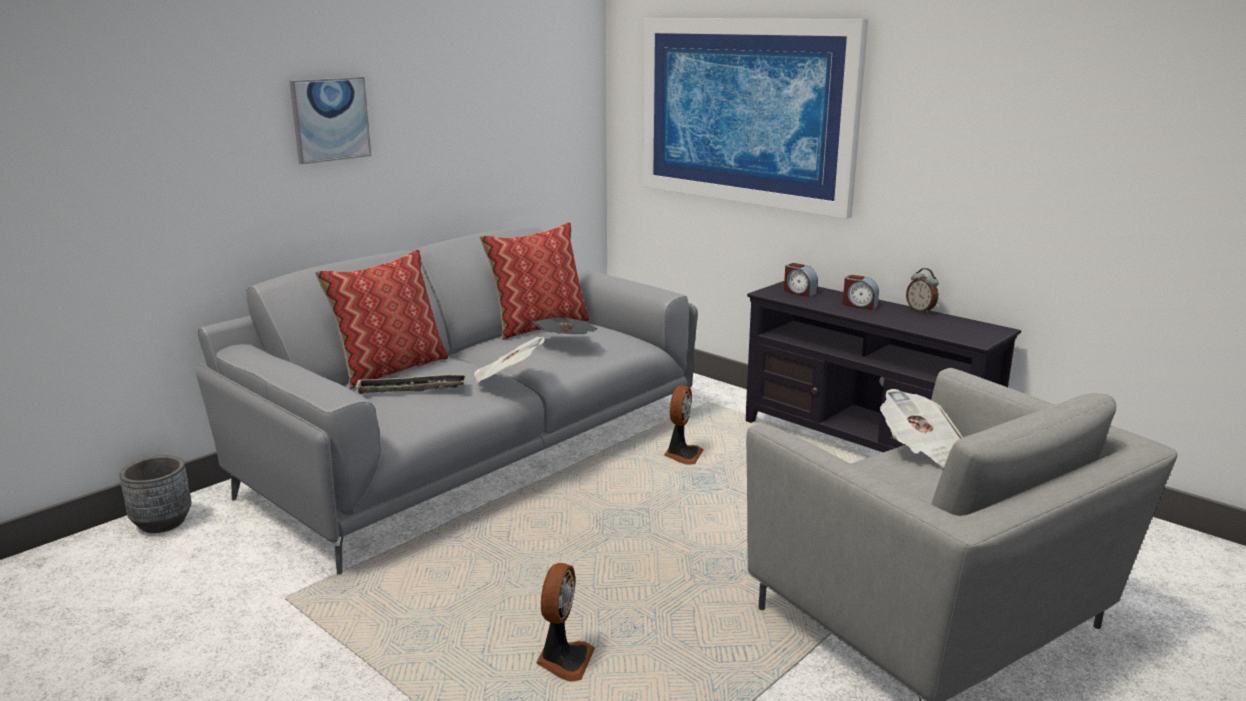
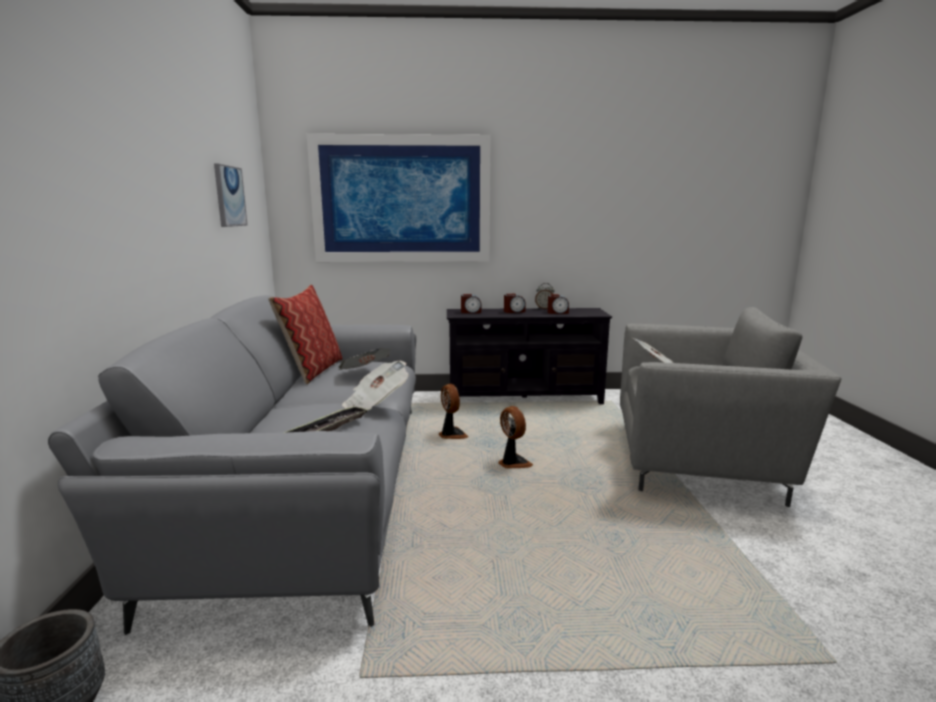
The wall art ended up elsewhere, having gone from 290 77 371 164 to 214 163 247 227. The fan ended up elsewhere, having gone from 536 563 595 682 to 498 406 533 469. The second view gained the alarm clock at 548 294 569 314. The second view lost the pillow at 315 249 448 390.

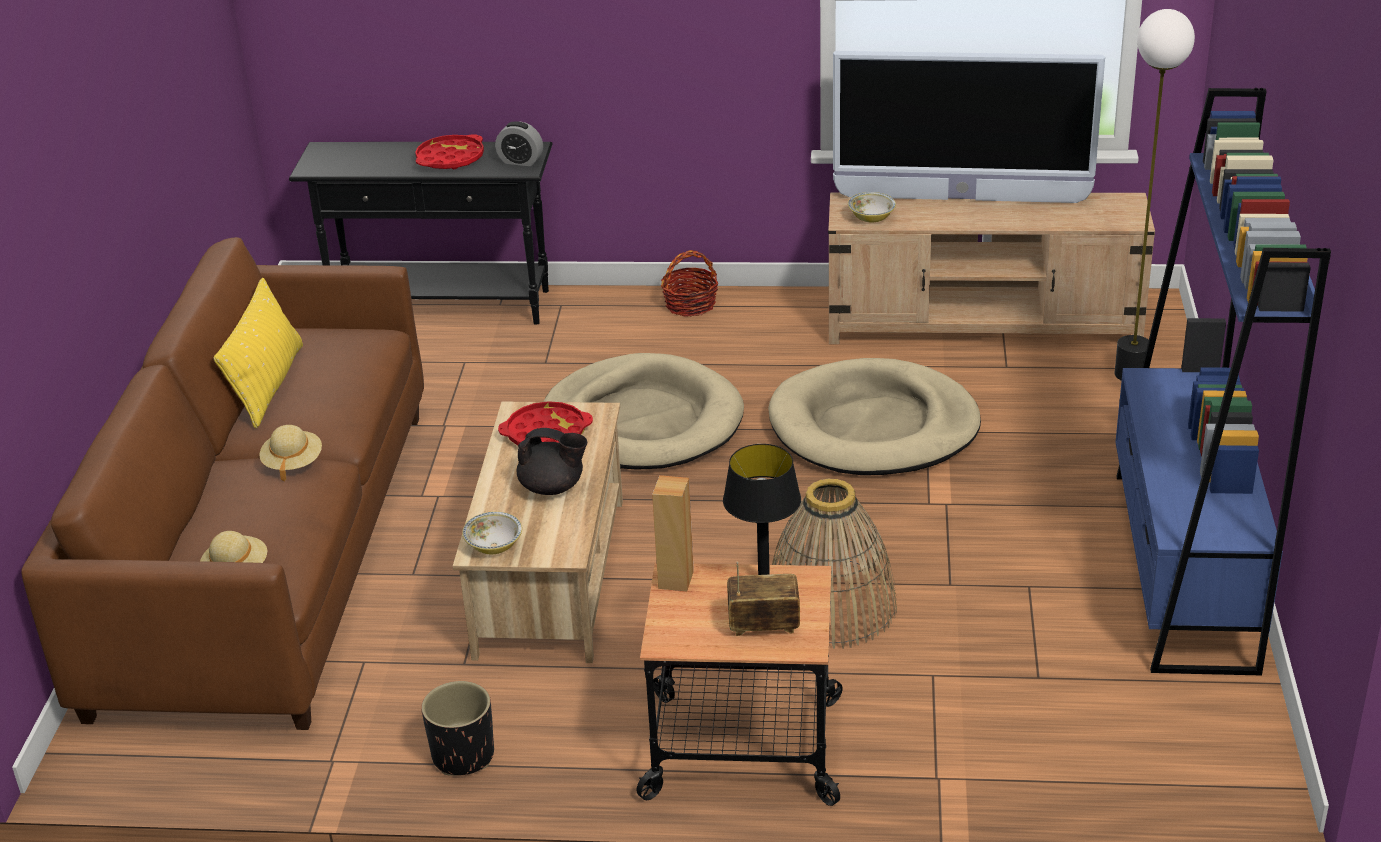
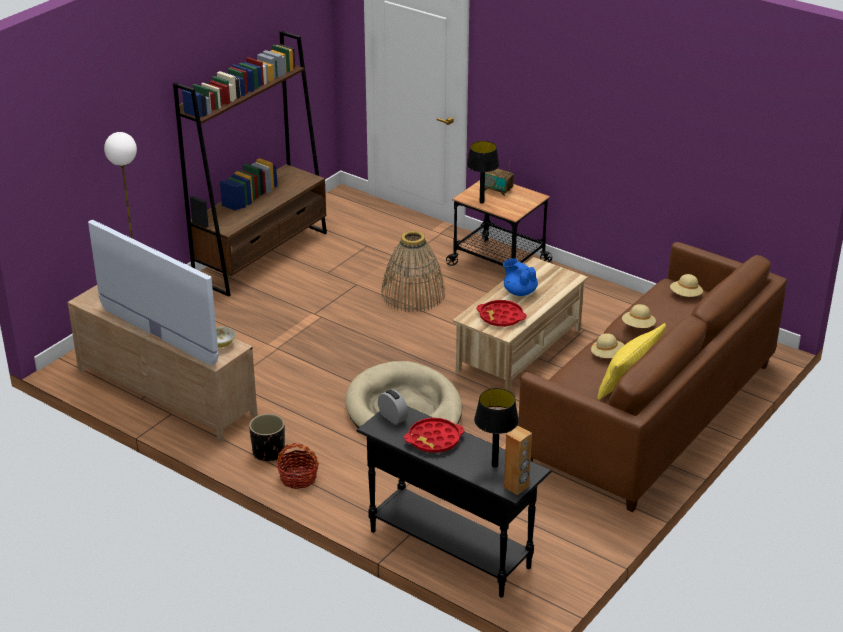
What was the blue bookcase at 1115 88 1331 676 turned into the brown bookcase at 173 31 327 297. The blackish plant pot ended up elsewhere, having gone from 421 681 494 776 to 249 414 285 462. The second view gained the blackish table lamp at 474 388 519 468. What was the blackish tea pot at 517 428 587 495 turned into the blue tea pot at 503 259 538 296. The brown loudspeaker ended up elsewhere, having gone from 652 475 694 592 to 504 426 532 495. The second view gained the beige-coloured hat at 591 333 624 358. The second view lost the bowl at 462 511 522 554. The second view lost the beige-coloured dog bed at 768 358 981 475.

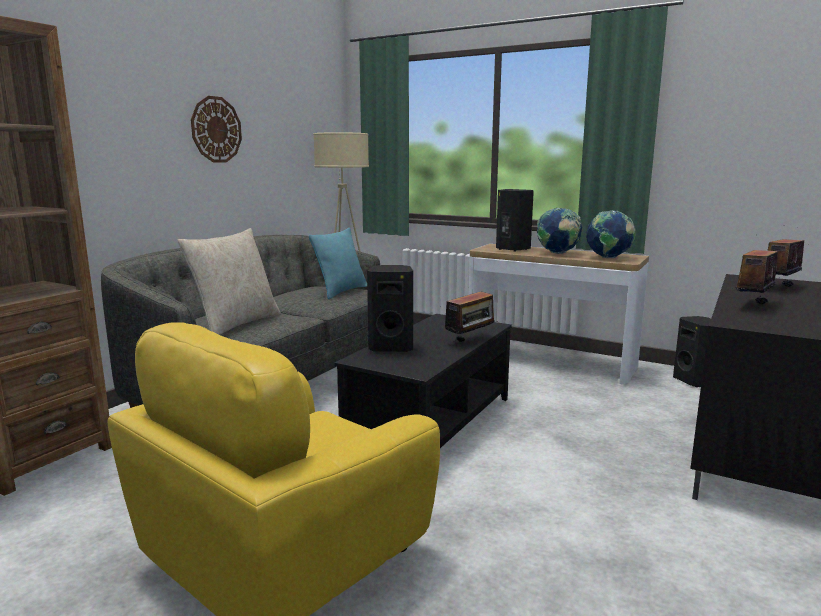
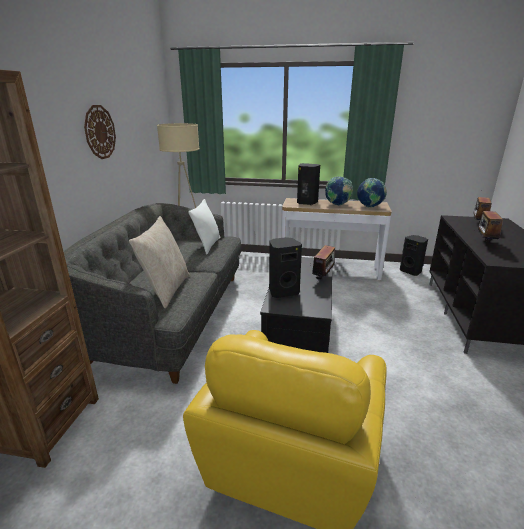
What was the turquoise-coloured pillow at 309 228 367 299 turned into the white-coloured pillow at 188 199 221 254.

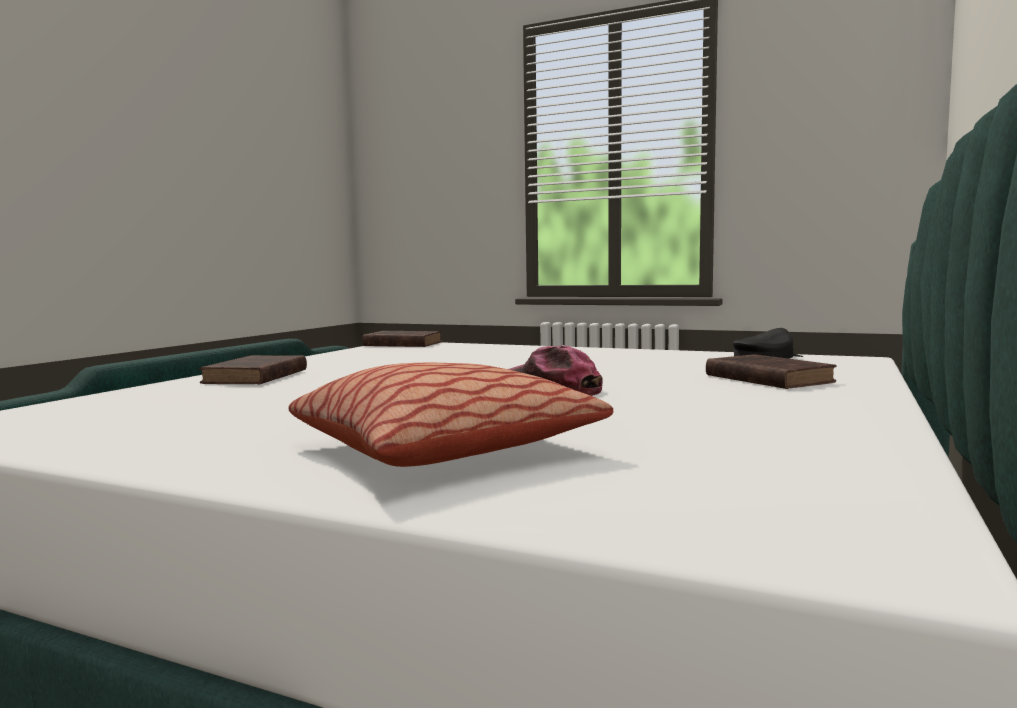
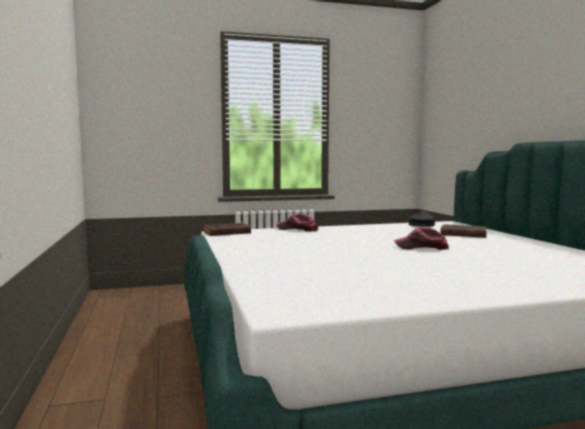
The second view gained the baseball cap at 277 213 318 231. The second view lost the brown volume at 199 355 307 384. The second view lost the pillow at 289 363 613 467.

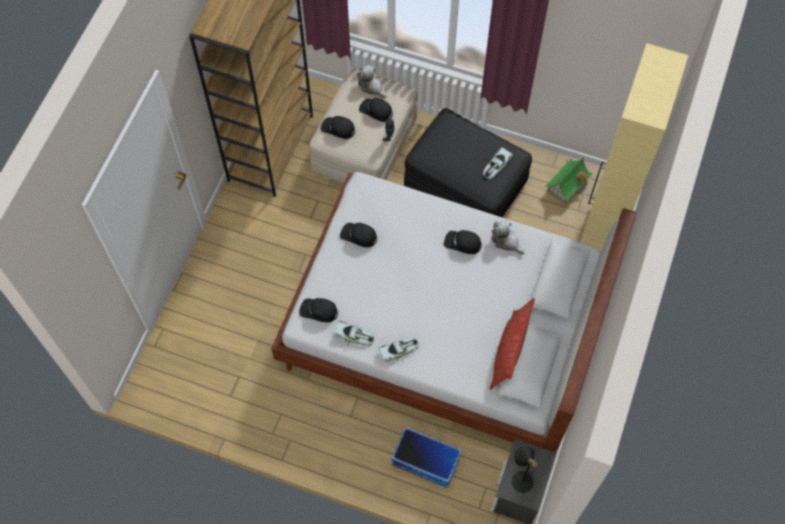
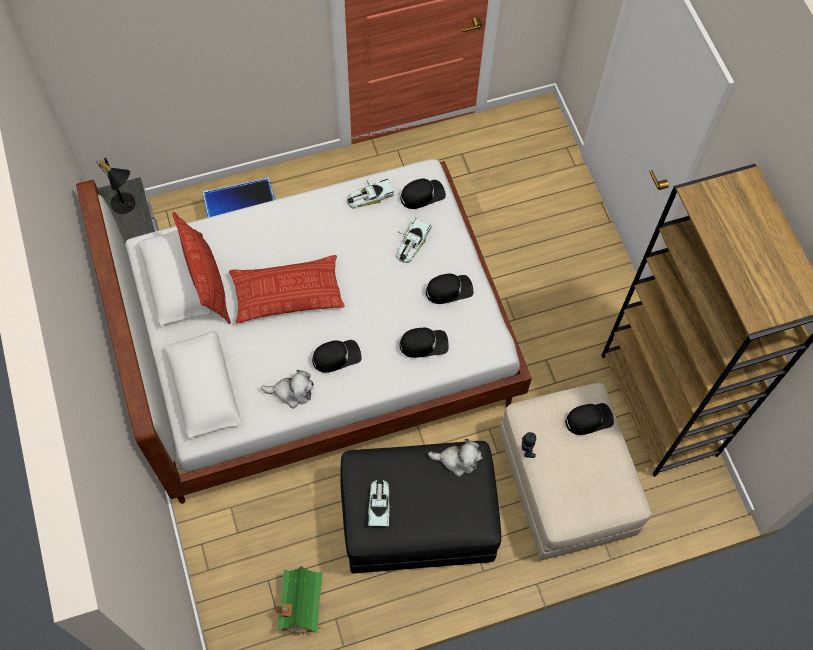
The second view gained the pillow at 229 255 345 323. The miniature car ended up elsewhere, having gone from 379 337 418 362 to 396 218 432 263. The blackish baseball cap ended up elsewhere, having gone from 359 98 393 122 to 400 328 449 358. The plush toy ended up elsewhere, having gone from 357 65 387 99 to 428 439 483 477. The second view lost the beige-coloured cabinet at 580 43 689 251.

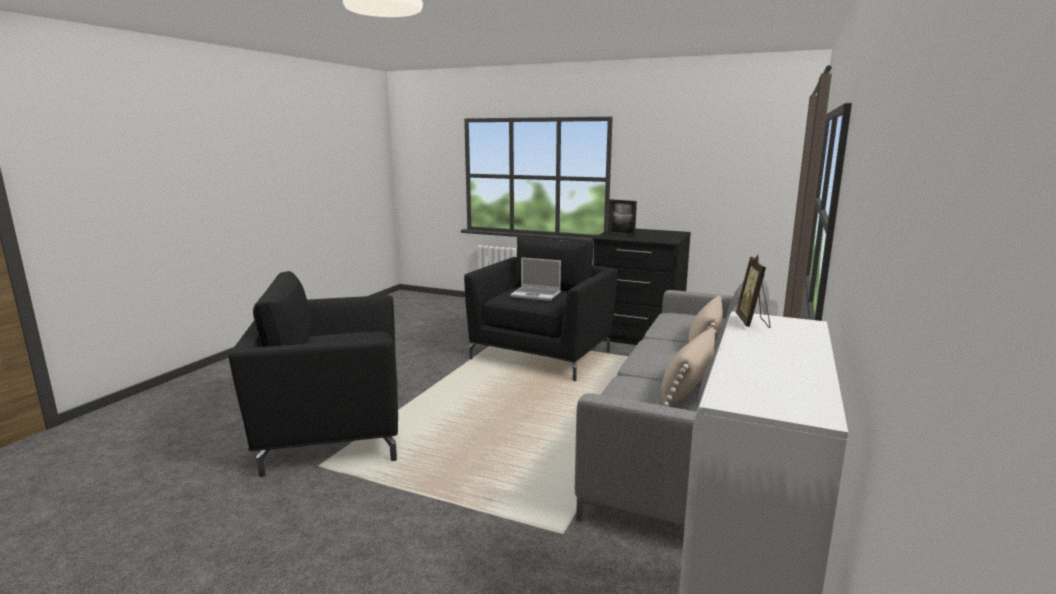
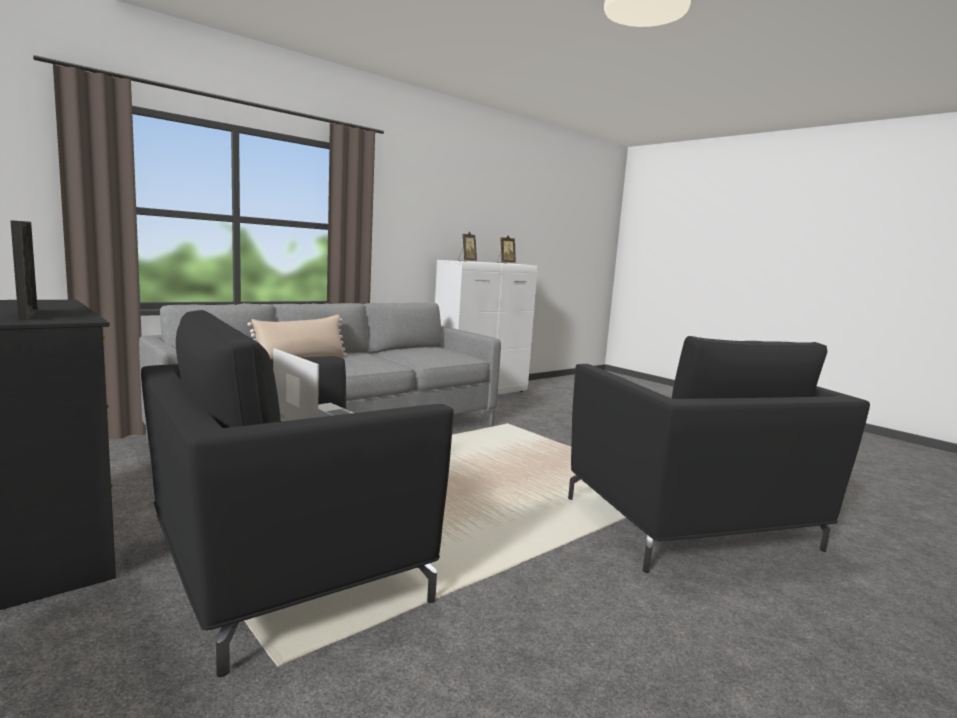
The second view gained the standing frame at 497 236 516 263. The blackish easy chair at 228 271 398 477 ended up facing another way, 60 degrees clockwise from before. The second view lost the beige-coloured pillow at 661 327 716 407.

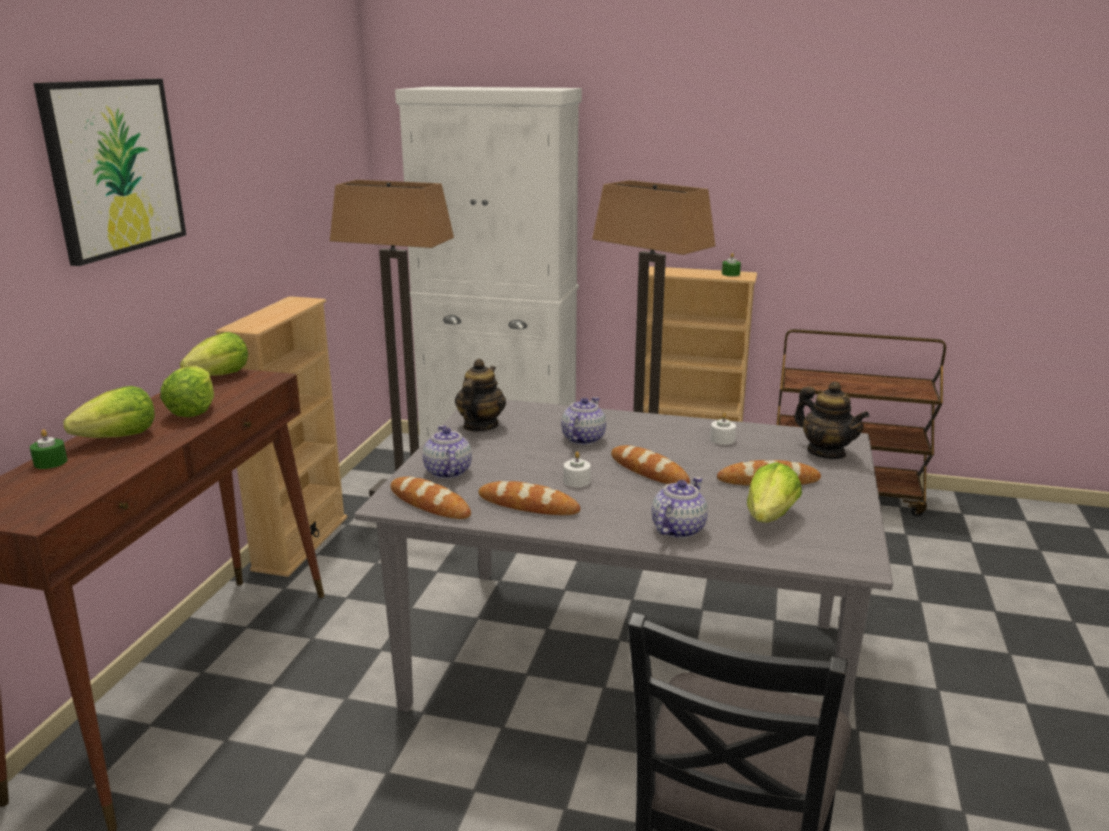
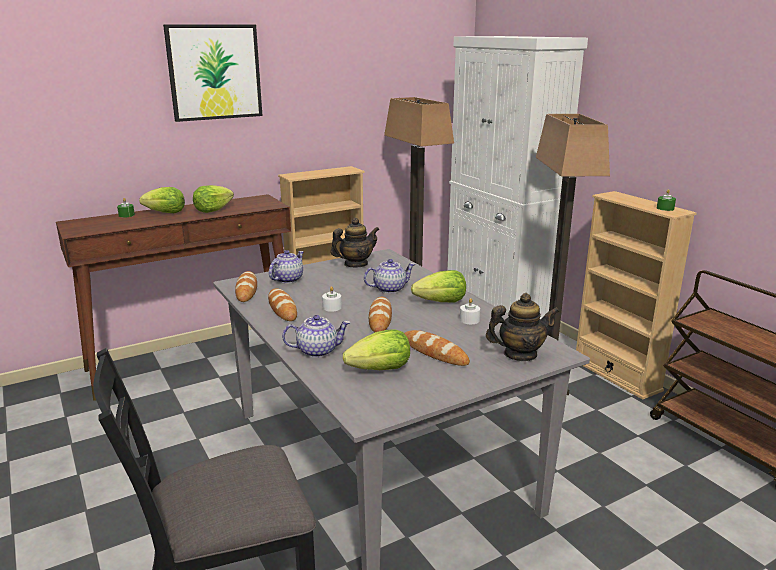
The lettuce ended up elsewhere, having gone from 180 332 248 376 to 411 270 466 302. The tea pot at 794 382 869 459 ended up facing another way, 105 degrees counterclockwise from before.

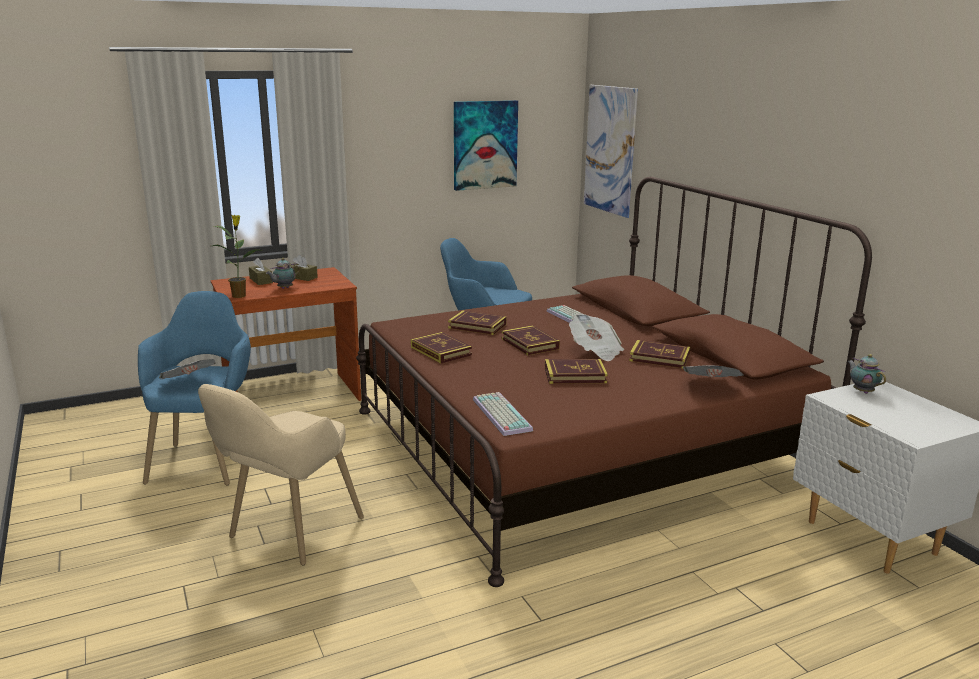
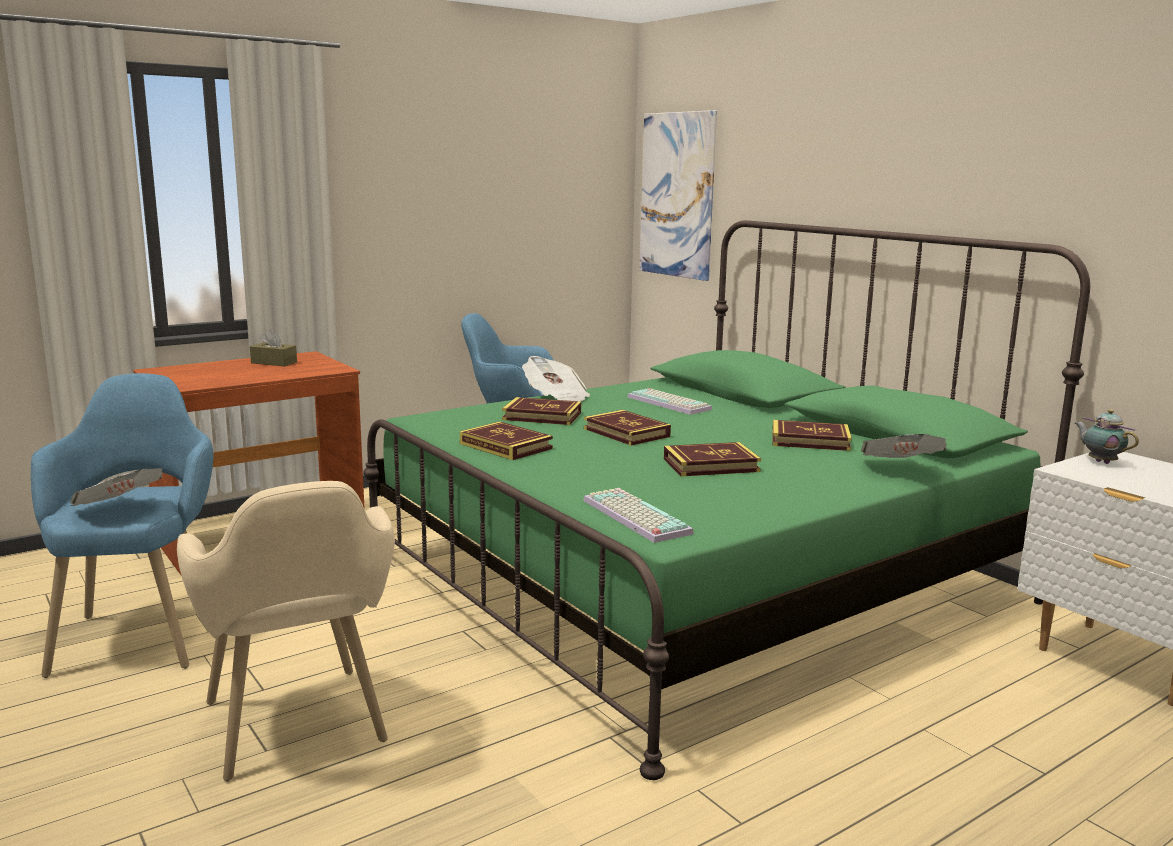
The beige-coloured easy chair at 198 384 364 565 ended up facing another way, 45 degrees counterclockwise from before. What was the brown bedroom bed at 356 177 872 587 turned into the green bedroom bed at 363 220 1090 780. The daily paper ended up elsewhere, having gone from 569 313 624 361 to 522 356 590 401. The second view lost the houseplant at 212 215 262 298. The second view lost the brown tissue box at 249 258 273 285. The second view lost the tea pot at 266 258 300 289. The second view lost the wall art at 454 100 518 191.

